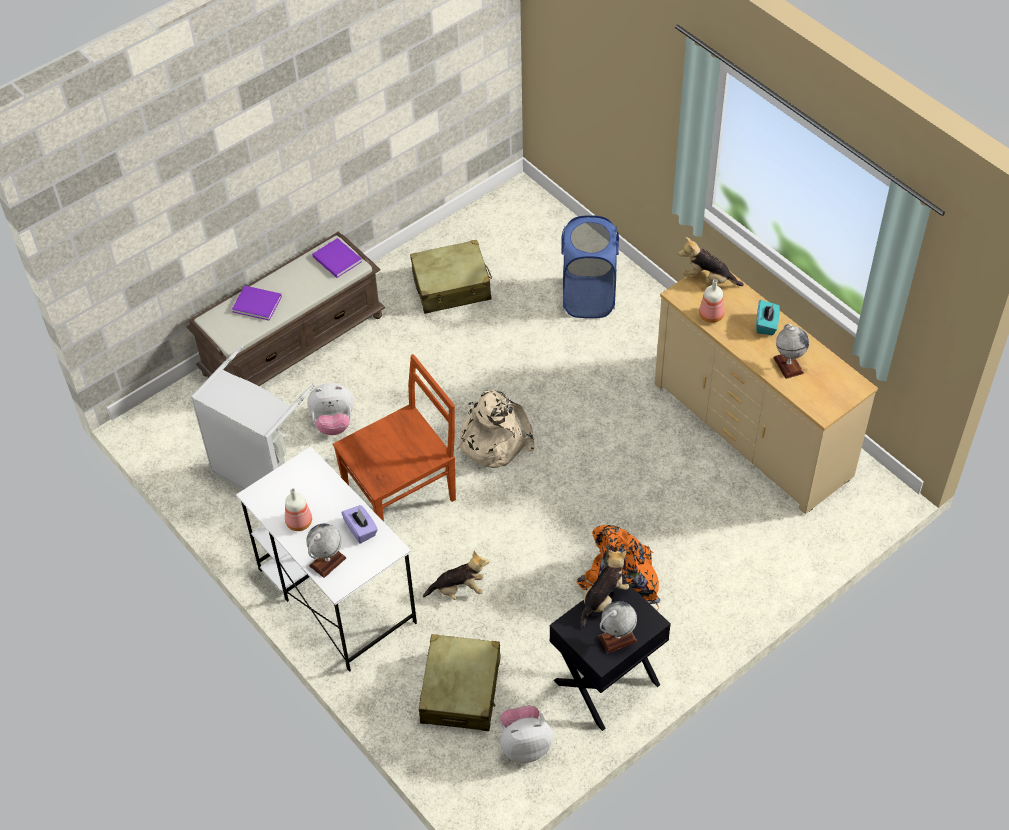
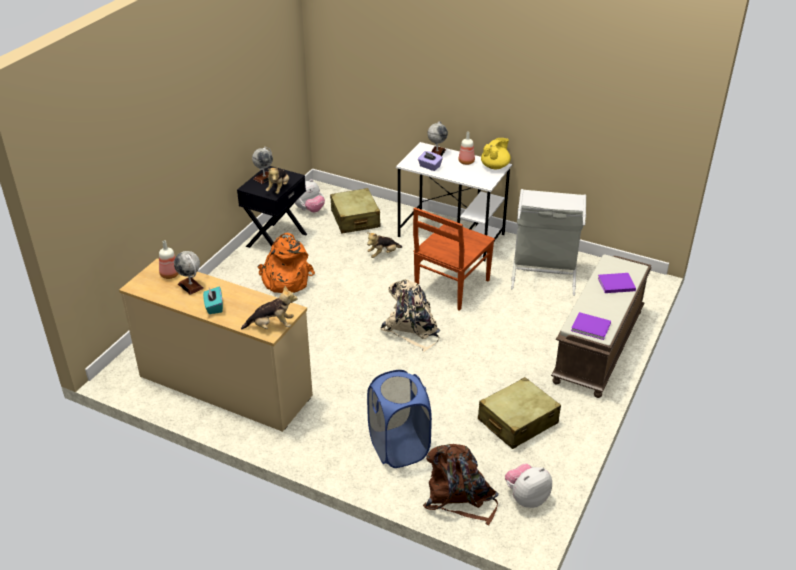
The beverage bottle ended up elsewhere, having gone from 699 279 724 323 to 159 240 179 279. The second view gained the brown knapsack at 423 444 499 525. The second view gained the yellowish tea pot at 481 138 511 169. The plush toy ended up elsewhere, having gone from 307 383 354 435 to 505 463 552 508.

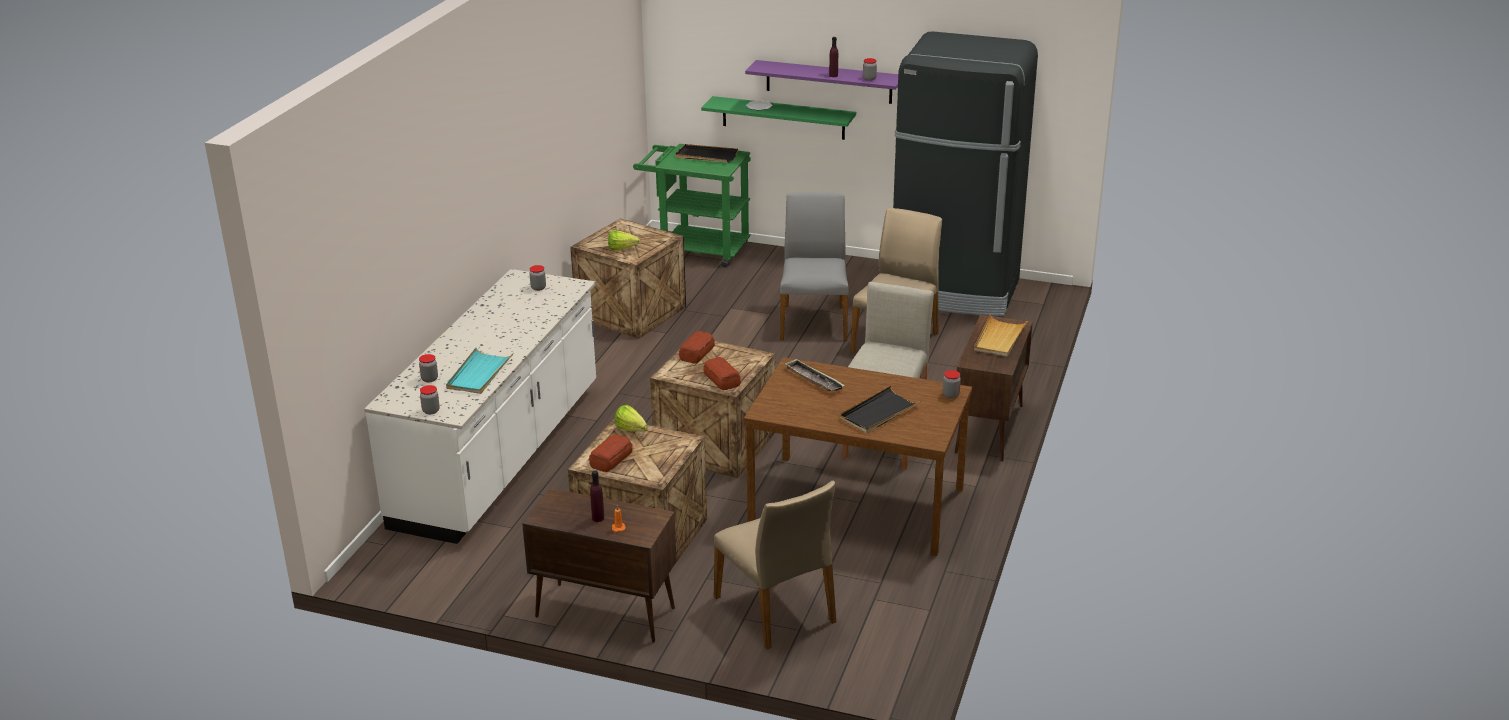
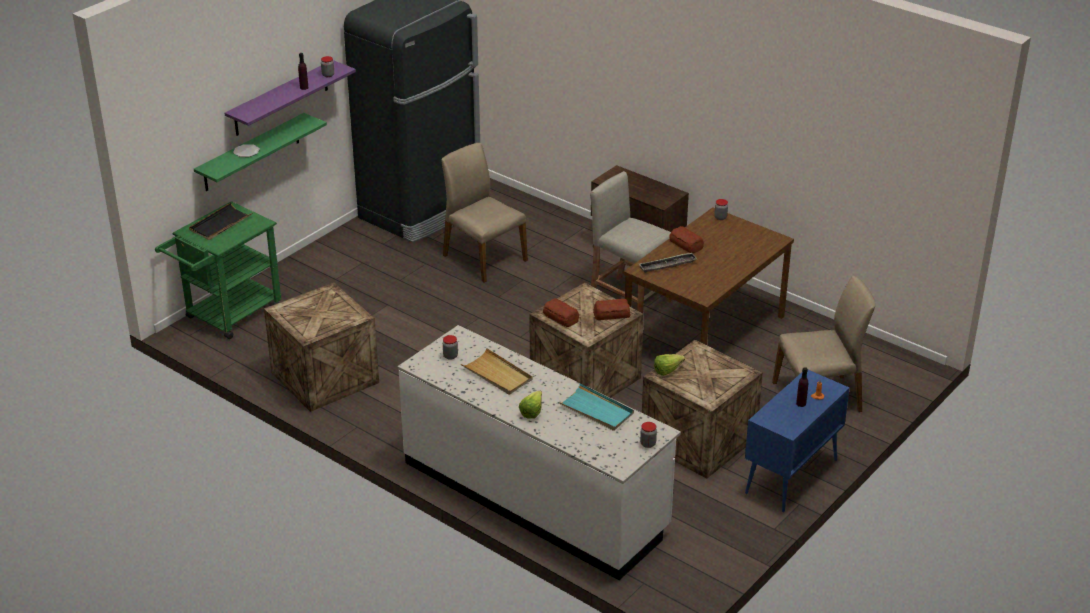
The beige-coloured serving tray ended up elsewhere, having gone from 974 315 1027 357 to 461 348 532 395. The lettuce ended up elsewhere, having gone from 608 230 640 250 to 519 390 542 419. The bread ended up elsewhere, having gone from 589 434 633 472 to 669 226 704 253. What was the brown cabinet at 522 488 676 643 turned into the blue cabinet at 745 370 850 512. The second view lost the jar at 419 354 438 382. The second view lost the greyish upright chair at 780 192 849 341. The second view lost the blackish serving tray at 839 386 921 433.

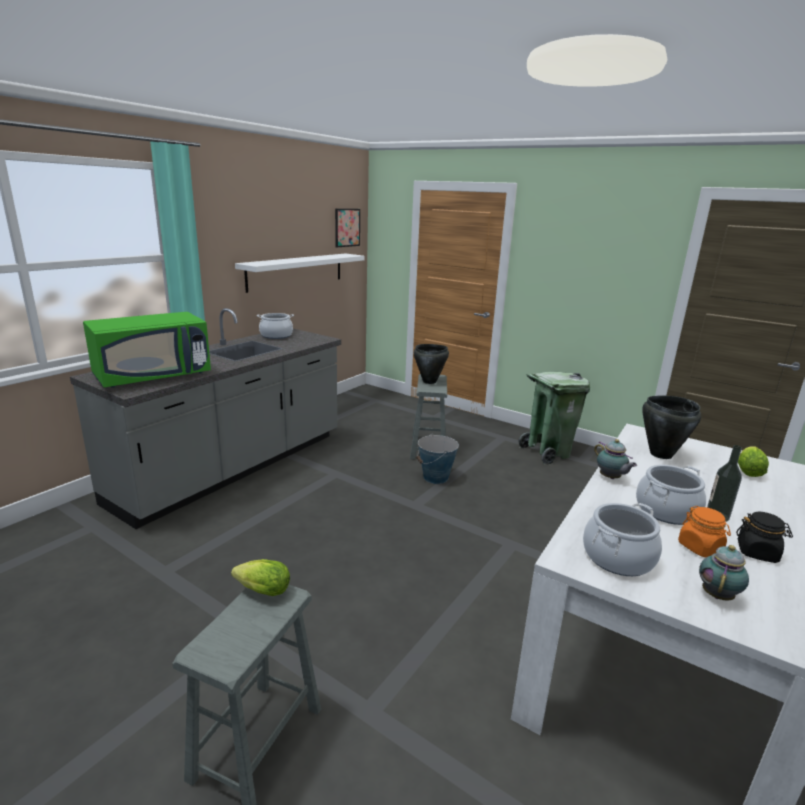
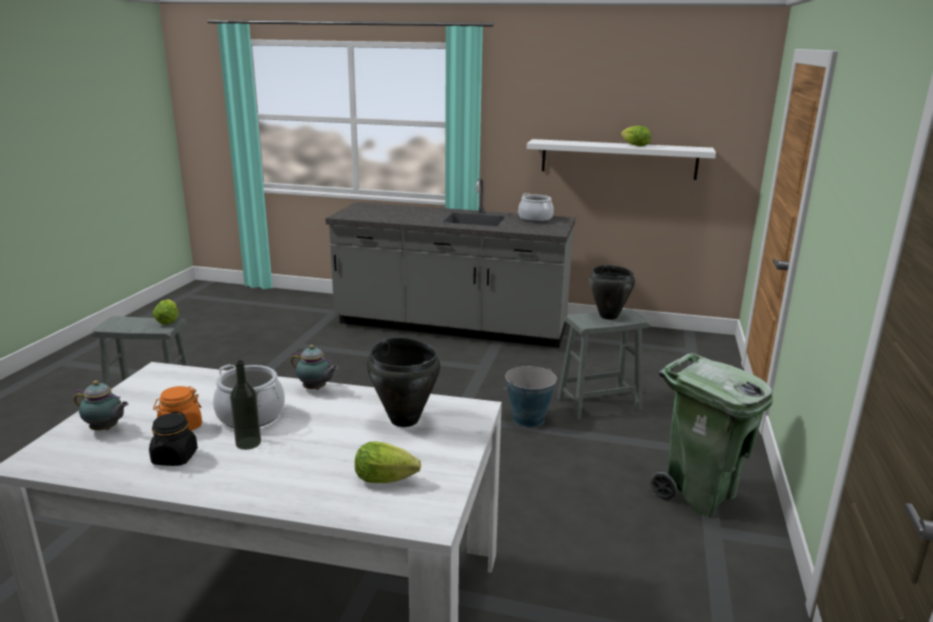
The tea pot at 594 439 637 479 ended up facing another way, 105 degrees counterclockwise from before. The second view gained the lettuce at 621 126 651 146. The second view lost the green microwave at 83 312 211 387. The second view lost the wall art at 335 209 360 247. The second view lost the stockpot at 583 503 662 576.

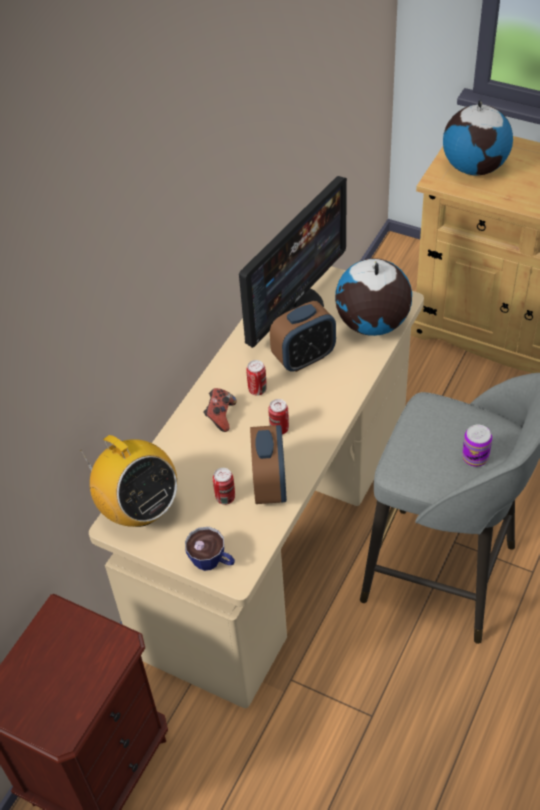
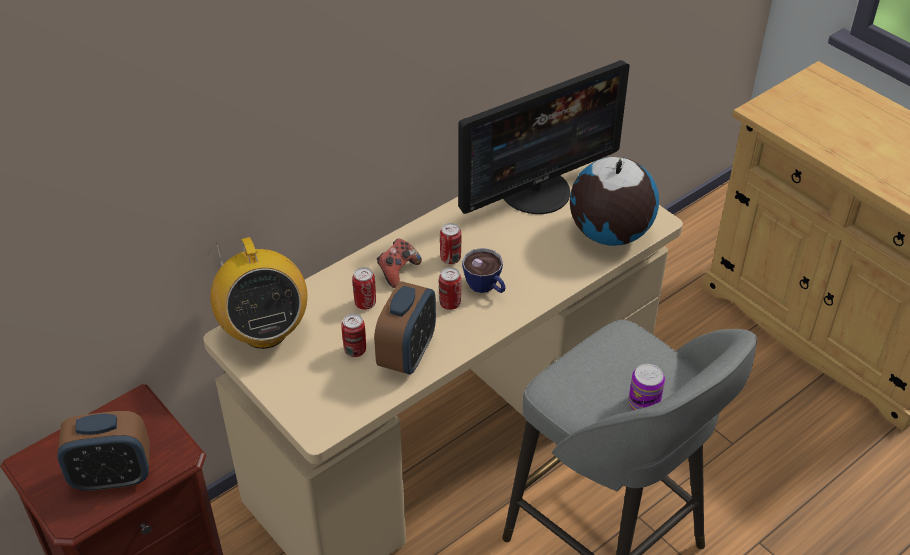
The alarm clock ended up elsewhere, having gone from 270 301 336 372 to 57 411 150 491. The second view gained the metal can at 352 267 376 310. The cup ended up elsewhere, having gone from 185 527 235 571 to 462 248 506 293. The second view lost the world globe at 443 99 513 175.

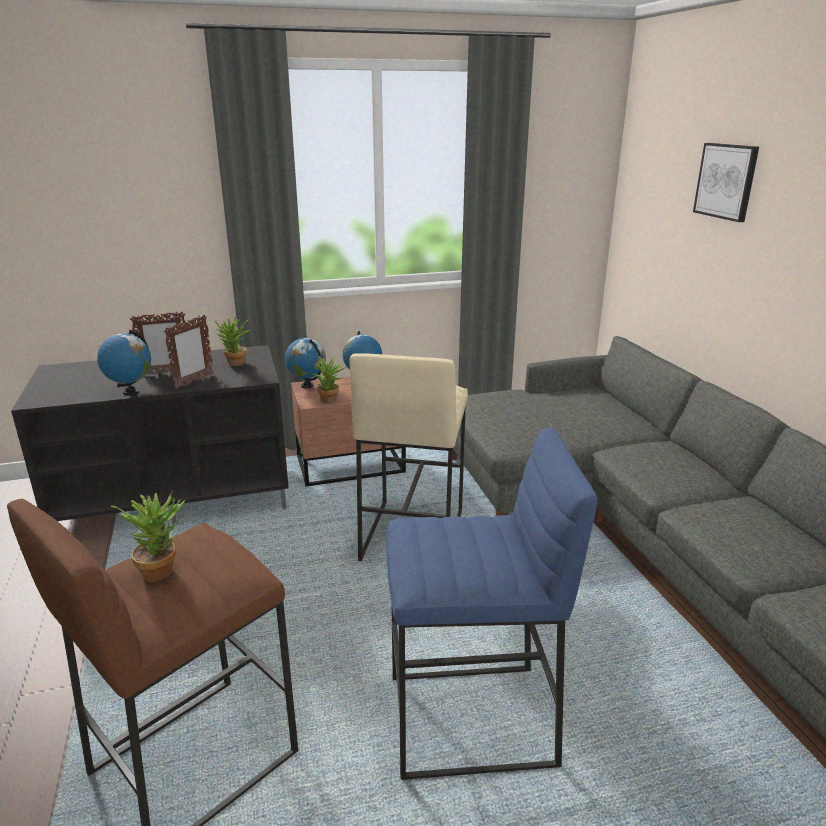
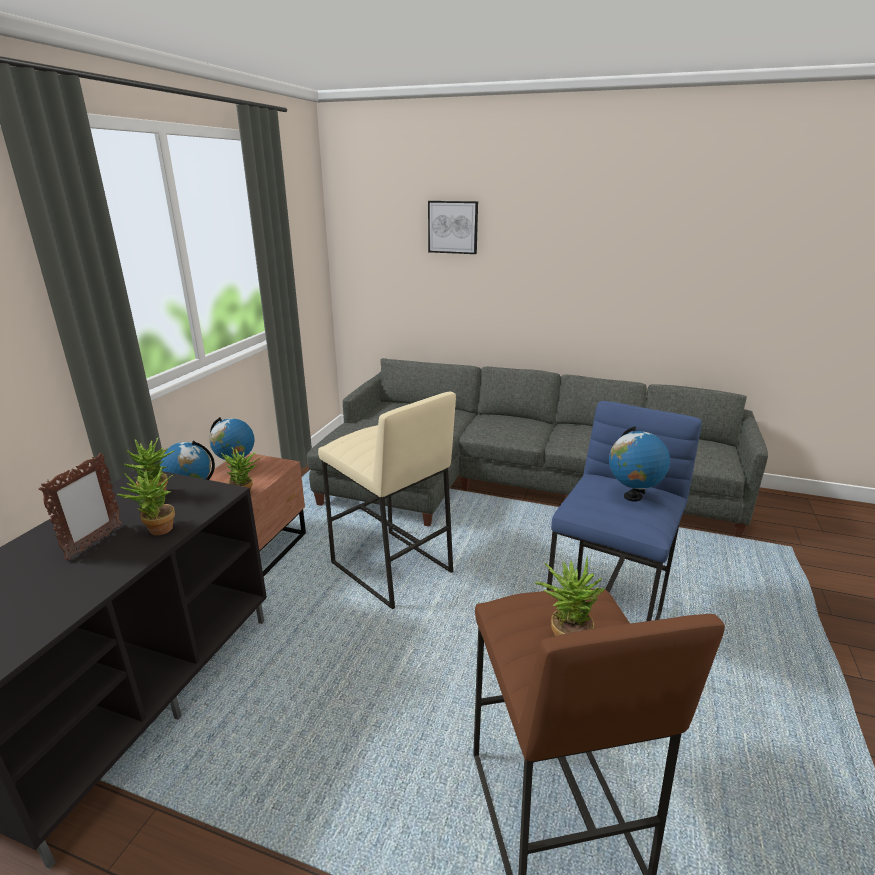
Where the standing frame stood at 164 314 214 389, the houseplant came to stand at 117 465 175 535. The world globe ended up elsewhere, having gone from 97 330 151 395 to 609 426 670 501.

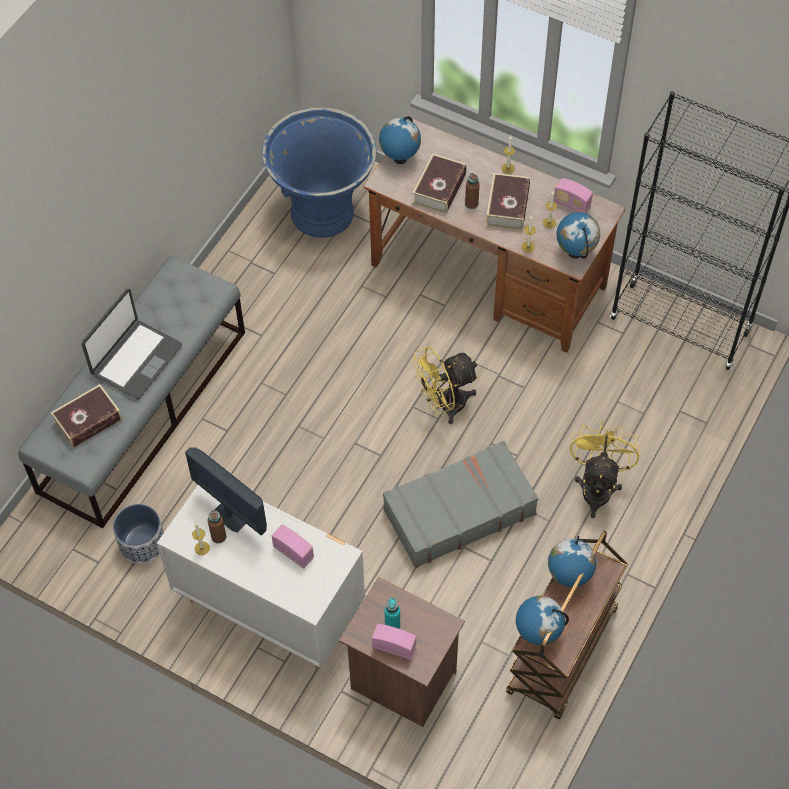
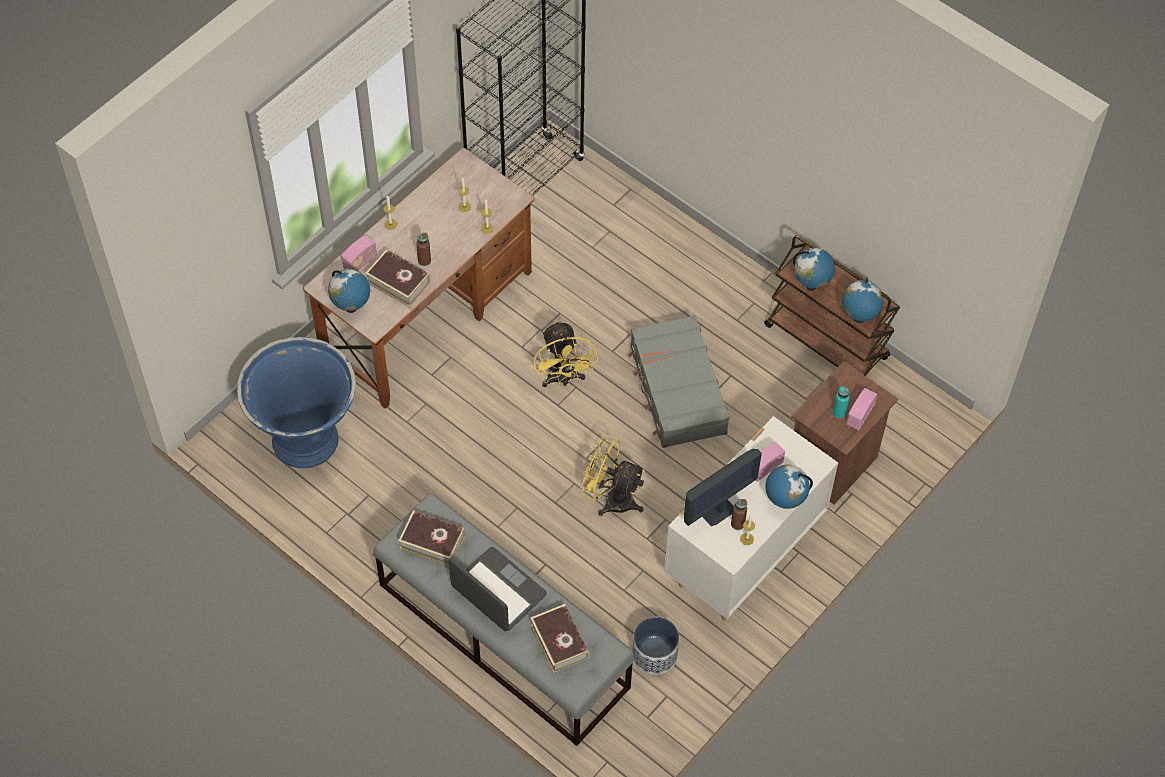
The radio set ended up elsewhere, having gone from 553 178 593 213 to 341 235 377 271. The volume ended up elsewhere, having gone from 486 173 530 230 to 399 510 465 566. The yellowish fan ended up elsewhere, having gone from 570 422 640 518 to 580 435 645 516. The world globe ended up elsewhere, having gone from 556 212 600 259 to 766 465 813 509.

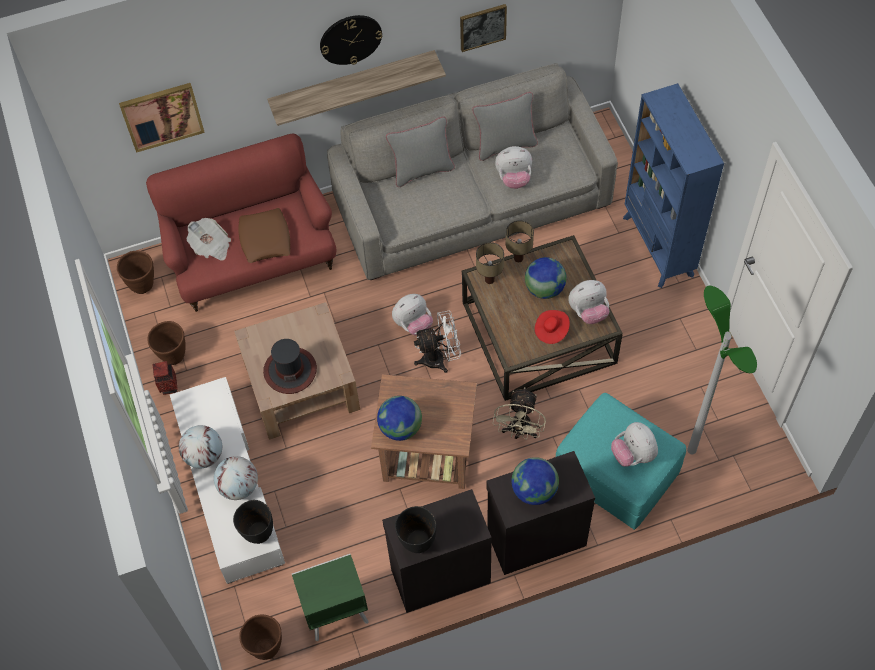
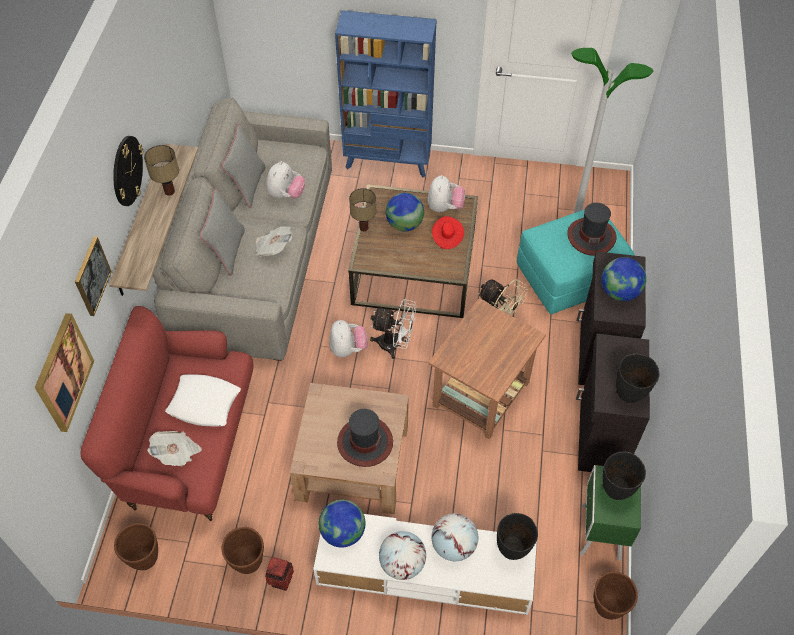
The wall art ended up elsewhere, having gone from 460 4 507 52 to 75 236 112 316. The table lamp ended up elsewhere, having gone from 476 242 504 284 to 144 145 179 196. What was the brown pillow at 238 208 290 263 turned into the white-coloured pillow at 165 374 241 426. The second view gained the daily paper at 256 226 292 256. The world globe ended up elsewhere, having gone from 377 396 422 441 to 319 500 366 547. The white-coloured fan at 414 311 461 373 ended up facing another way, 90 degrees clockwise from before. Where the plush toy stood at 611 422 658 467, the hat came to stand at 567 203 616 256. The second view gained the blackish vase at 602 451 646 500.

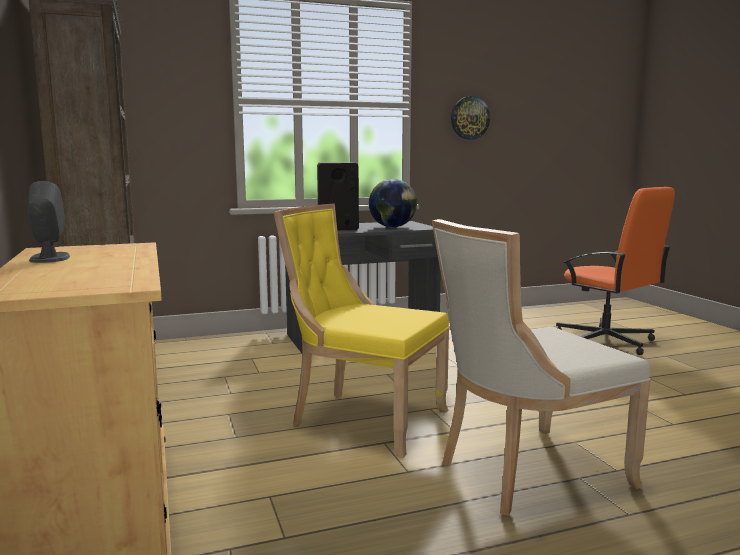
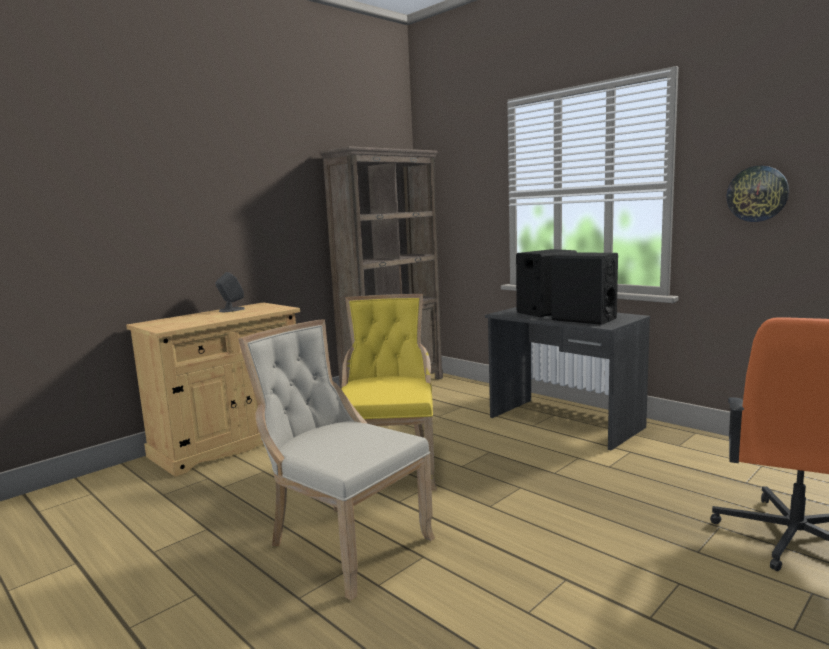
Where the world globe stood at 369 179 417 227, the blackish loudspeaker came to stand at 550 252 618 325.

